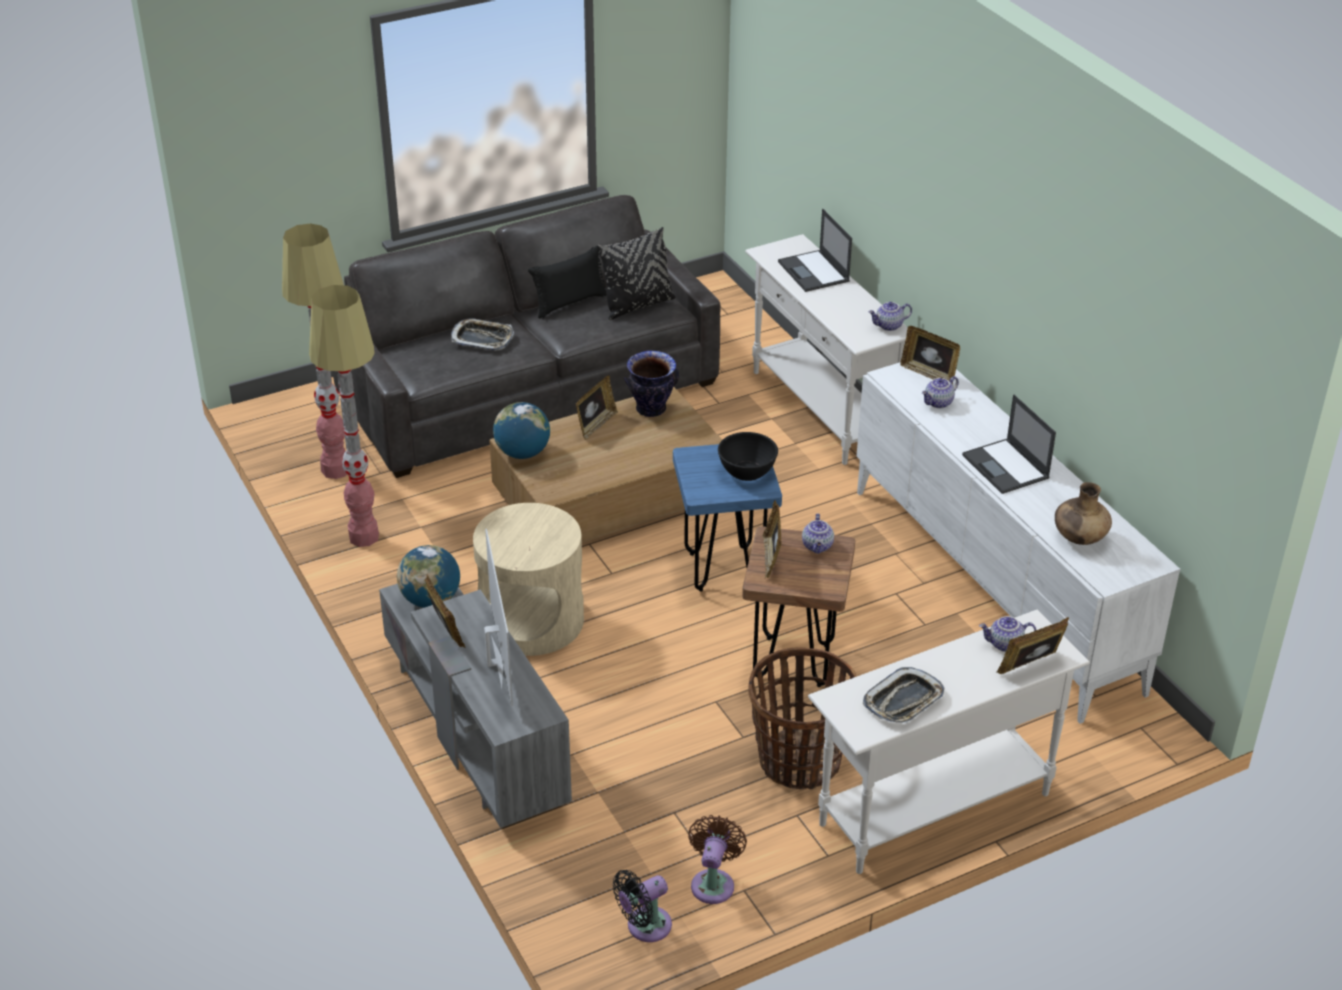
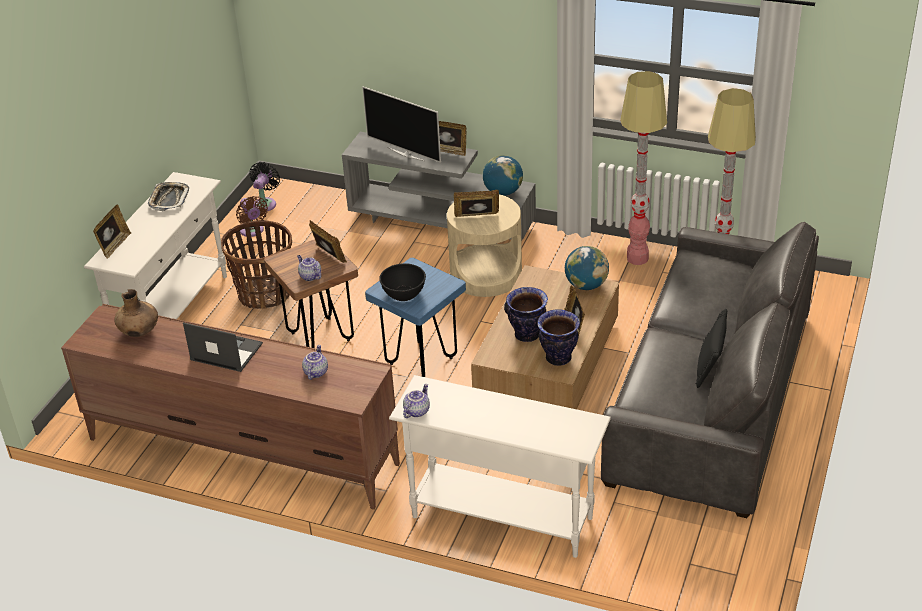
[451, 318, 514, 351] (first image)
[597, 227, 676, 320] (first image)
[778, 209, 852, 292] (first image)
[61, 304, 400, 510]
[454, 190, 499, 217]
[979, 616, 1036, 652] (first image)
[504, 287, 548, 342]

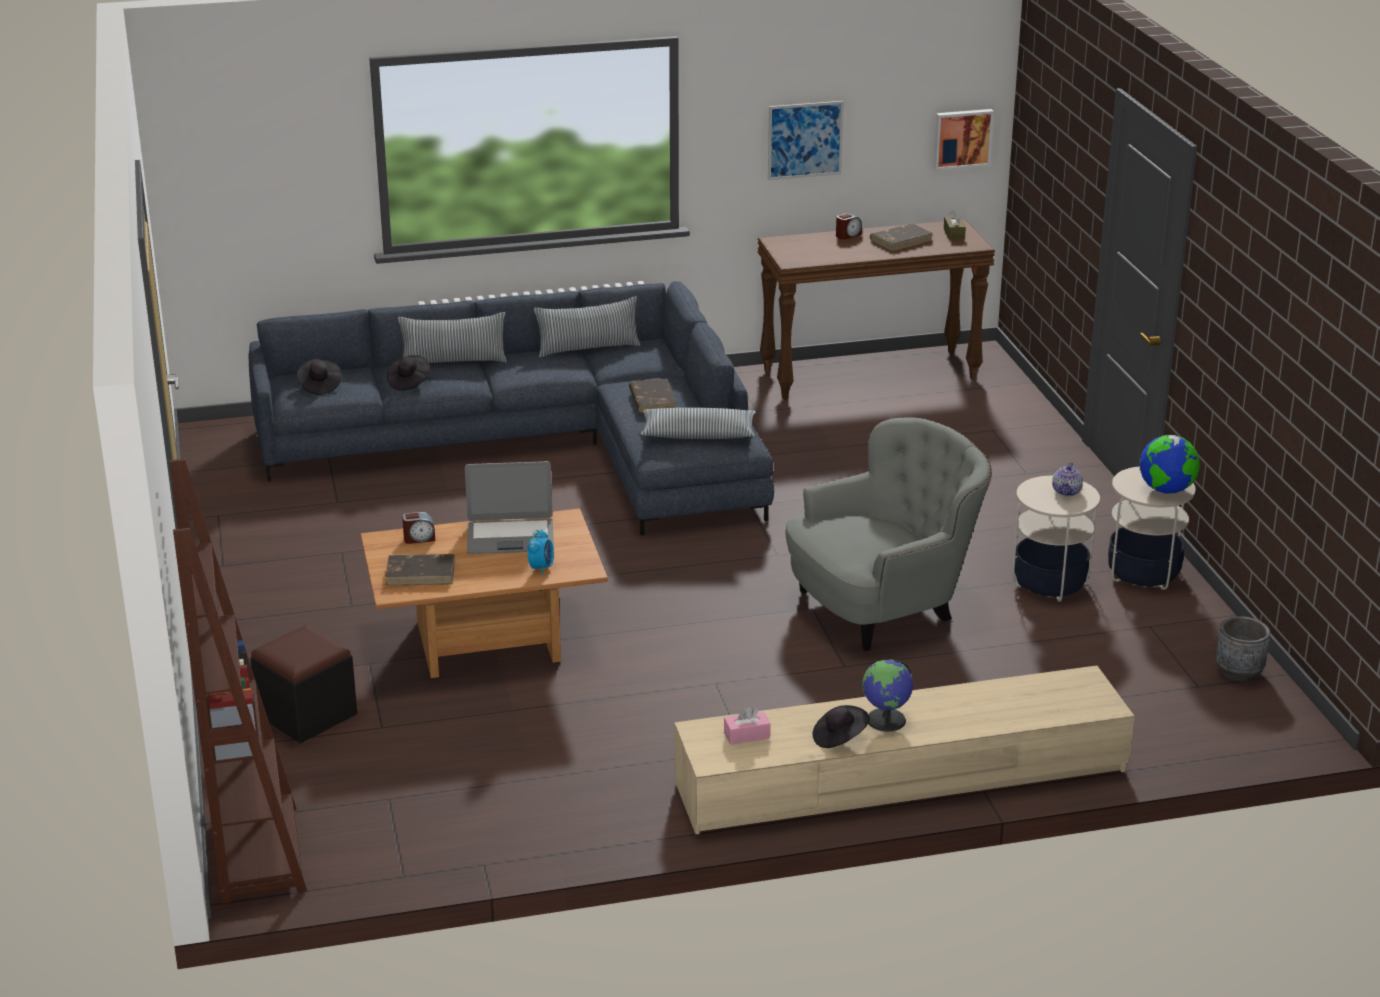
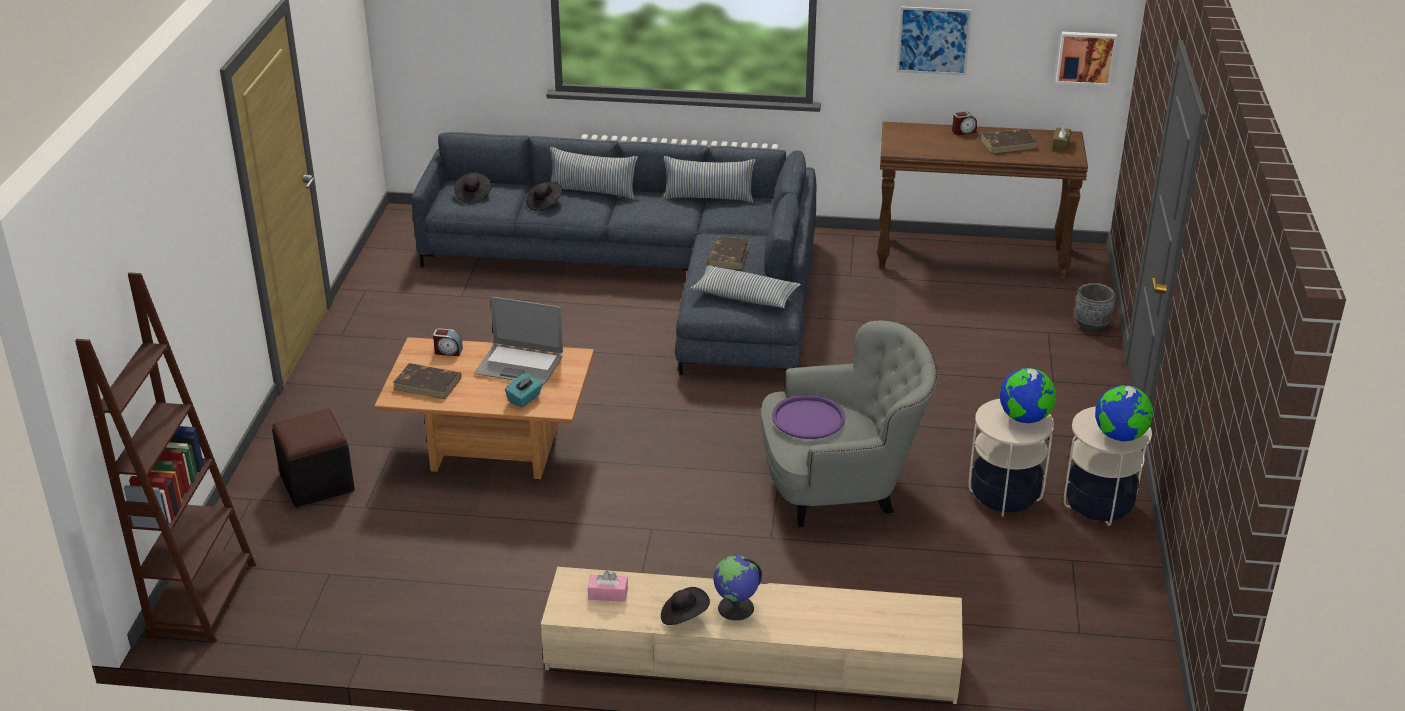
[505, 373, 543, 407]
[1000, 368, 1056, 423]
[1075, 283, 1116, 332]
[772, 395, 845, 439]

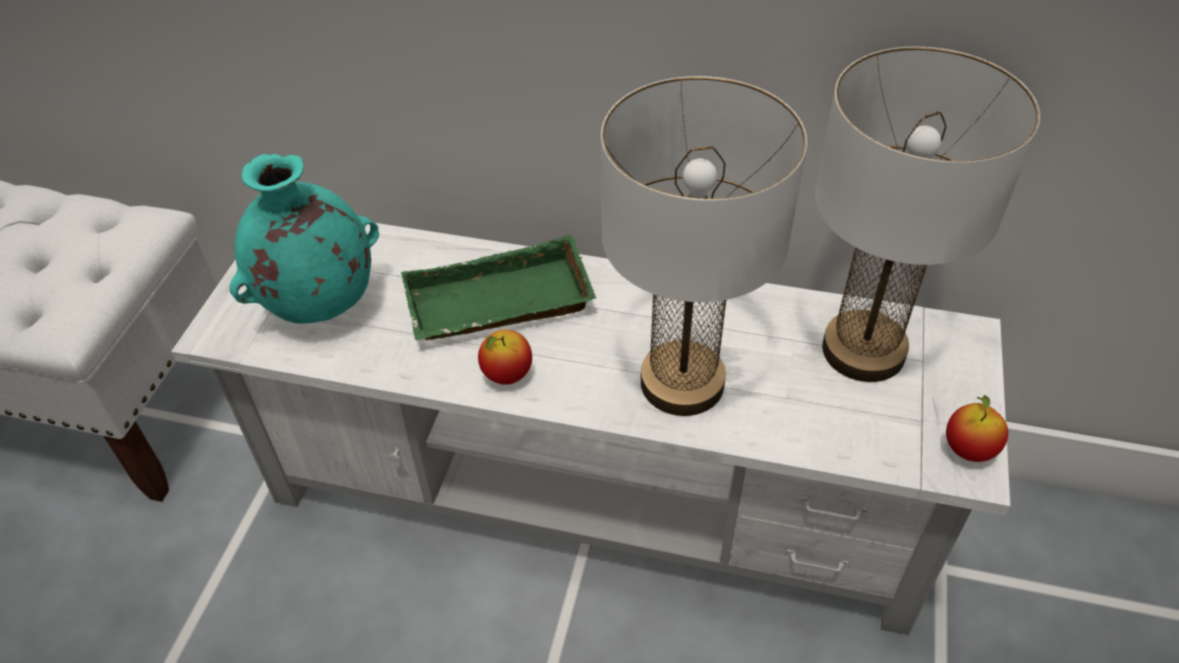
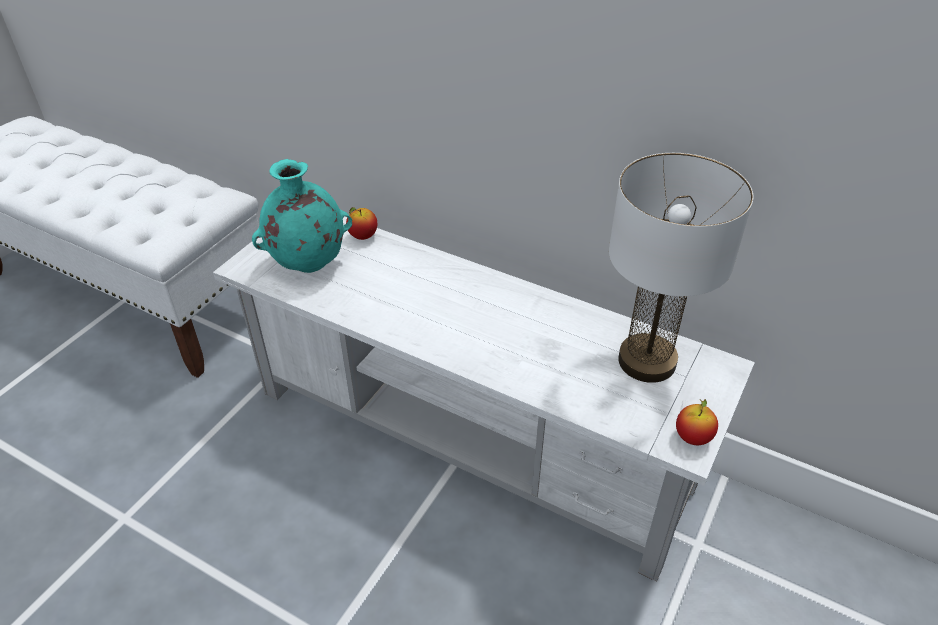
[401, 235, 596, 340] (first image)
[346, 207, 377, 240]
[601, 76, 807, 416] (first image)

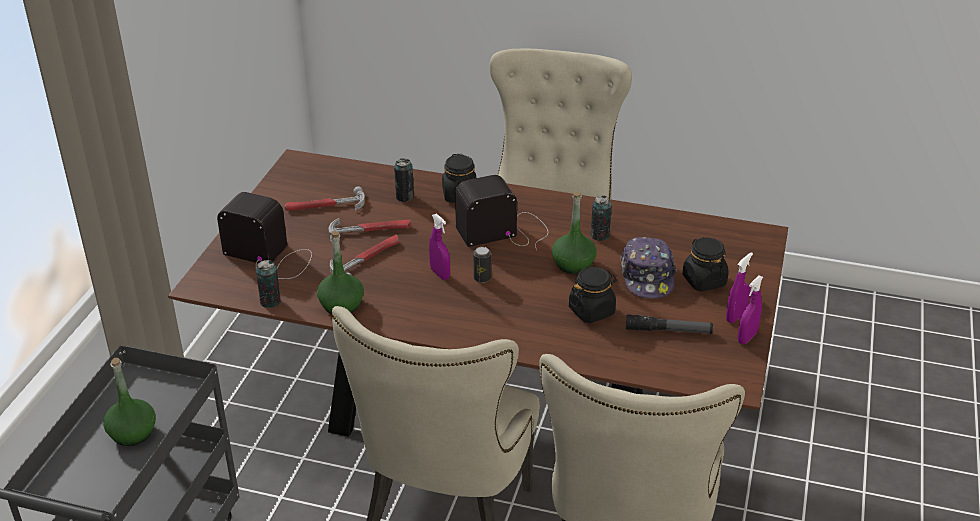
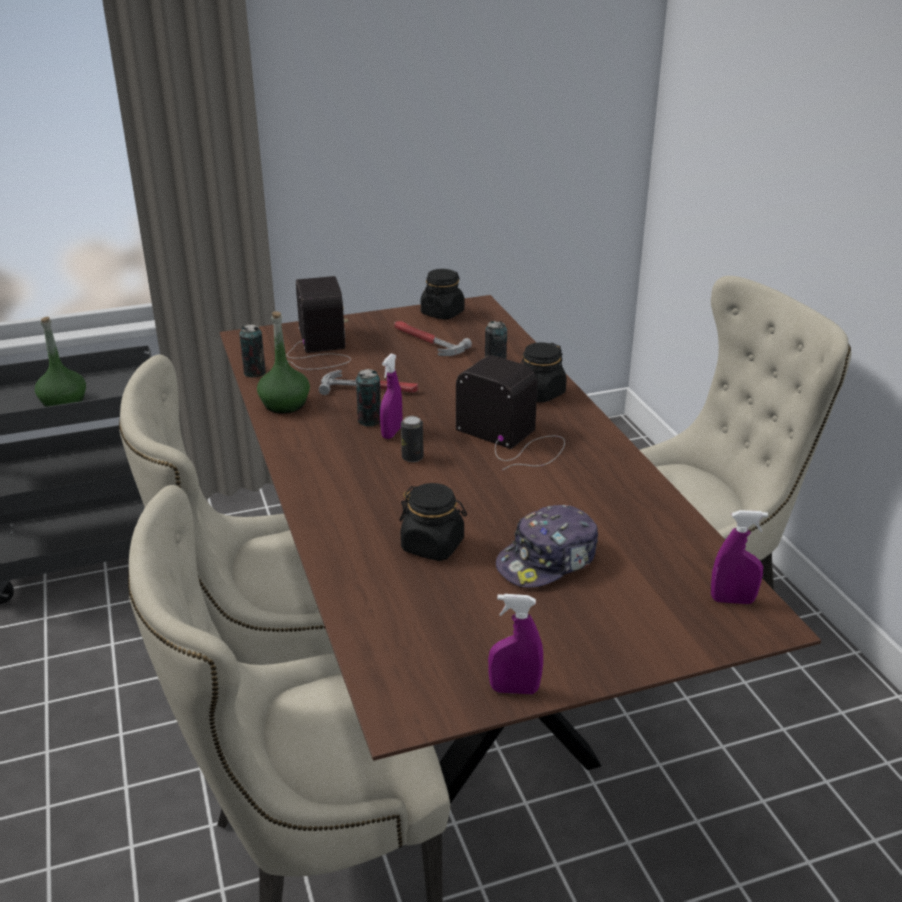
[329, 218, 411, 243] (first image)
[552, 192, 597, 274] (first image)
[355, 369, 381, 426]
[626, 314, 713, 334] (first image)
[421, 269, 465, 320]
[711, 510, 768, 604]

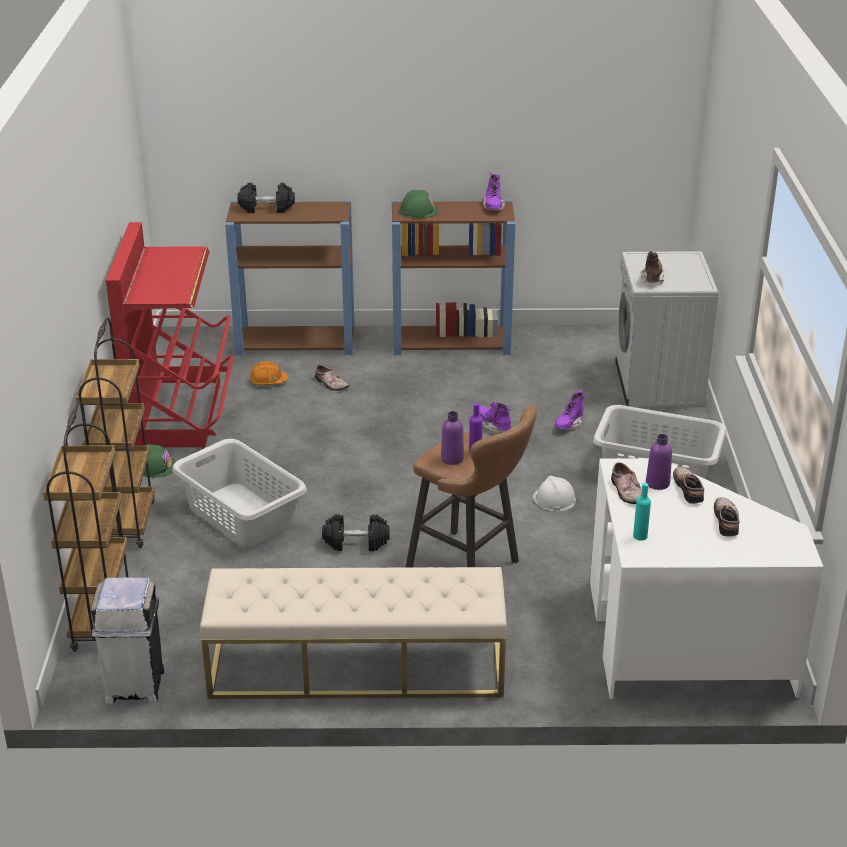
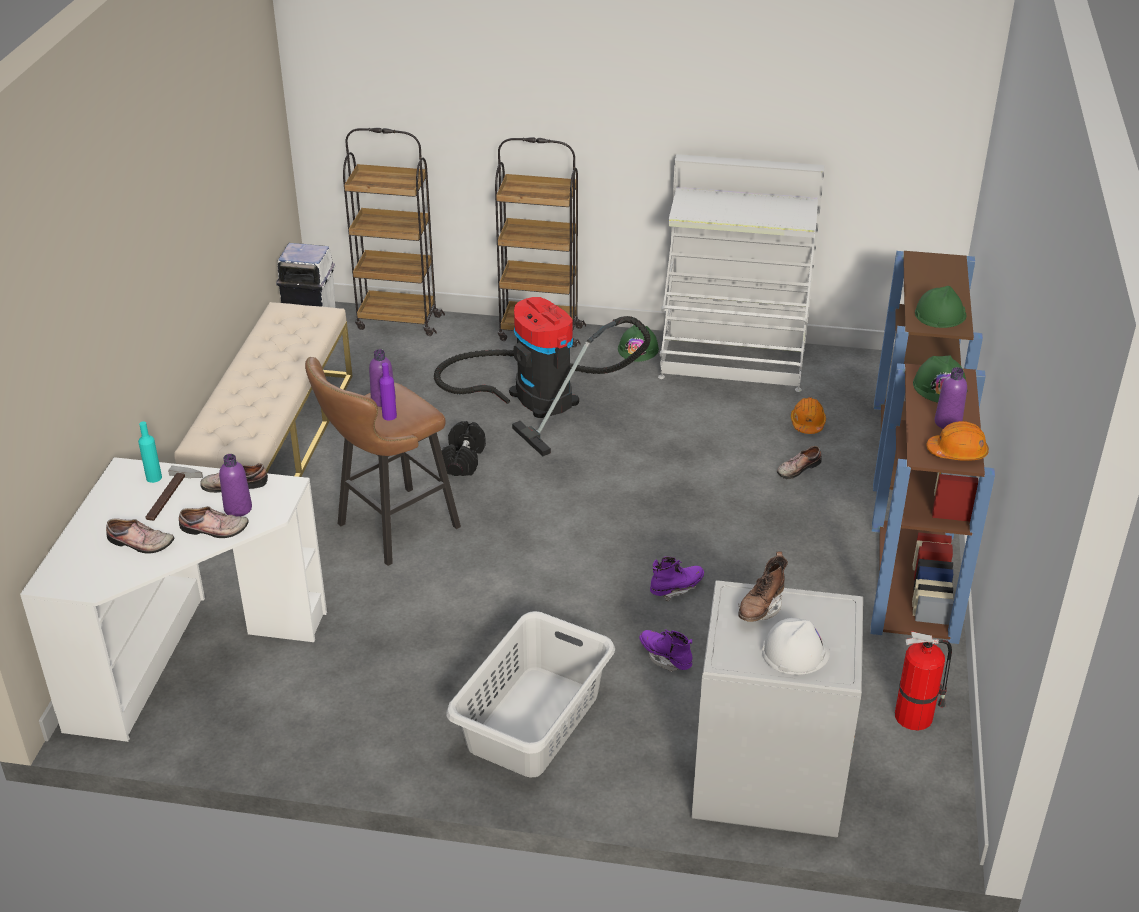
[658, 154, 825, 392]
[434, 297, 651, 456]
[237, 183, 295, 213] (first image)
[926, 421, 989, 461]
[762, 618, 830, 675]
[738, 551, 788, 622]
[145, 466, 203, 521]
[895, 631, 952, 731]
[915, 286, 967, 328]
[935, 367, 967, 429]

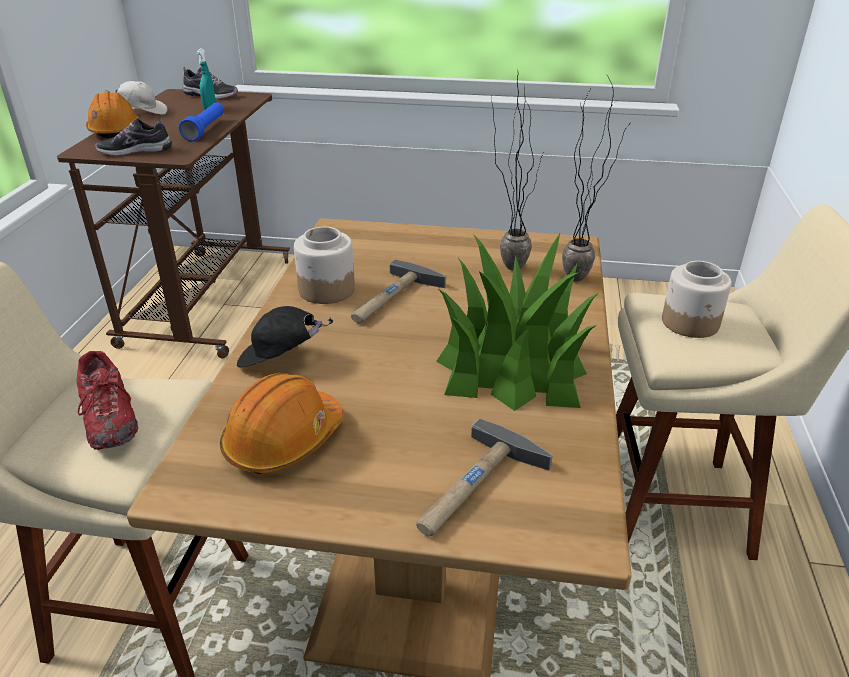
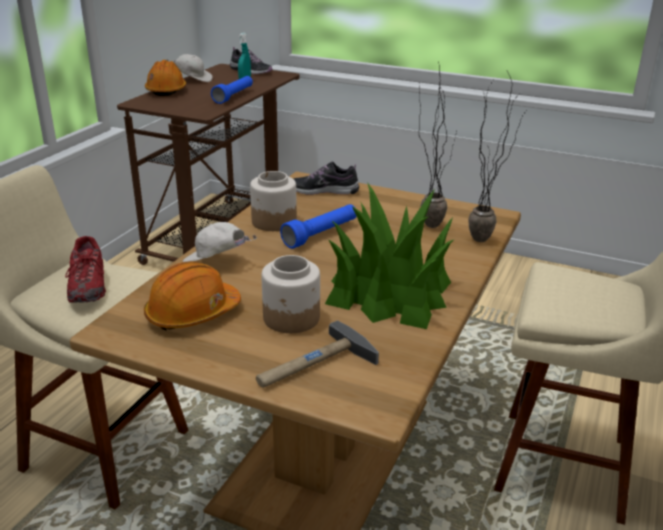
[294, 162, 359, 195]
[183, 222, 257, 262]
[280, 204, 357, 249]
[261, 255, 320, 333]

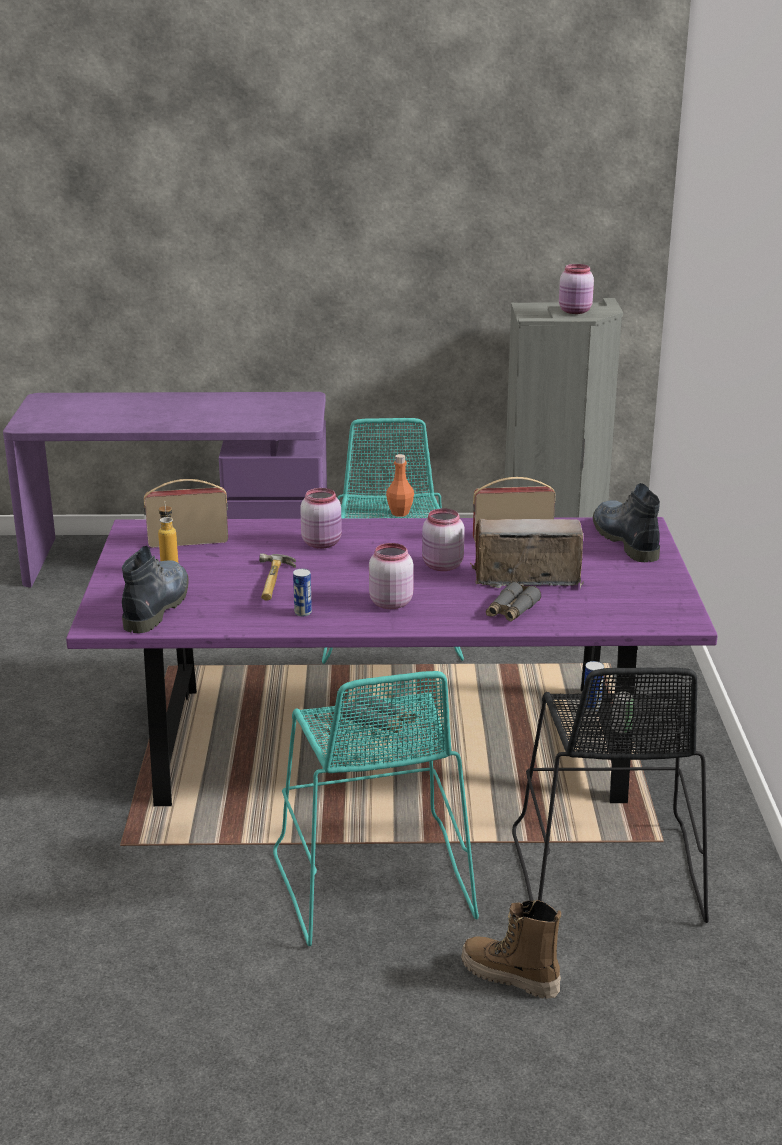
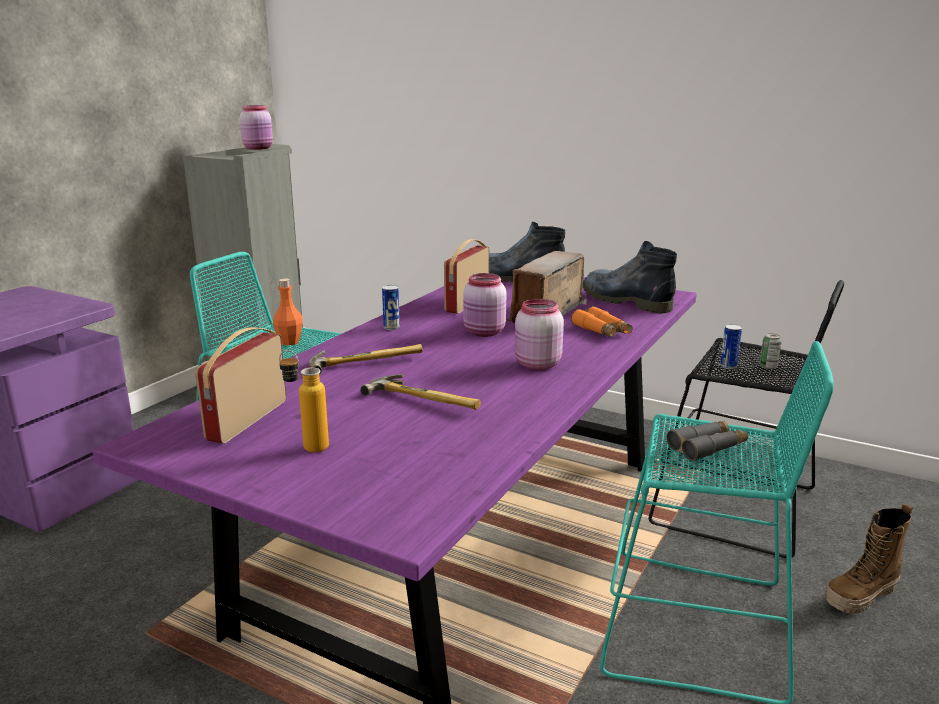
[582, 241, 677, 314]
[382, 285, 400, 330]
[309, 344, 423, 374]
[571, 306, 633, 337]

